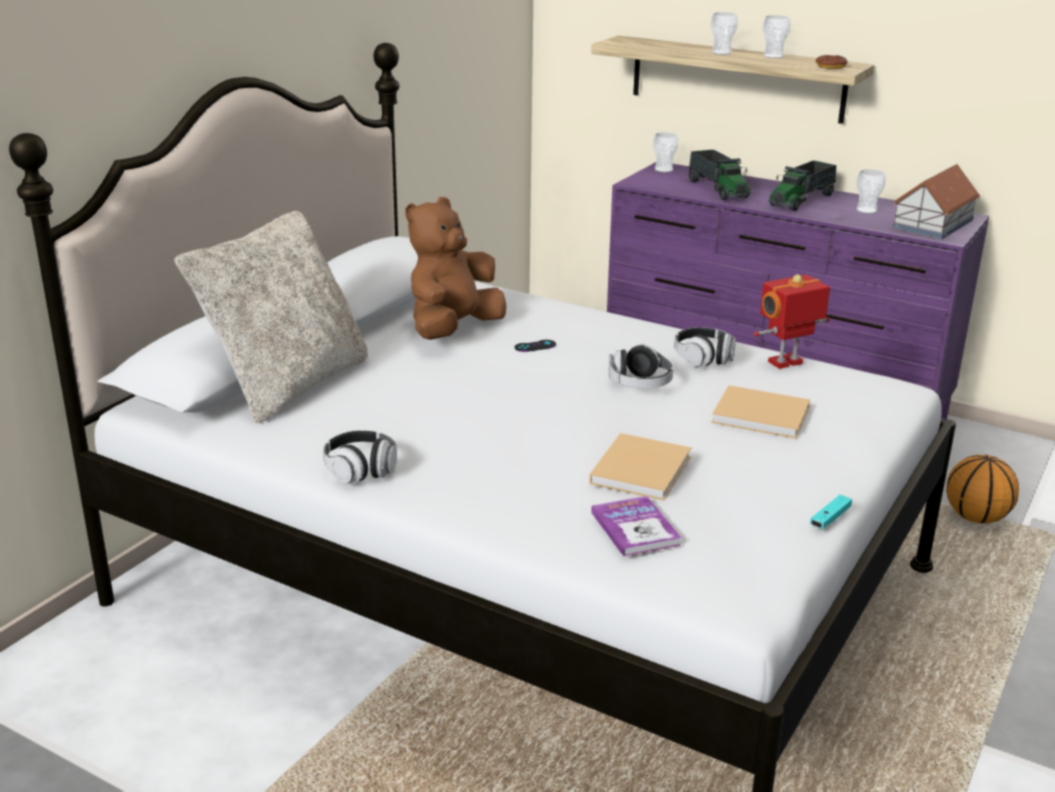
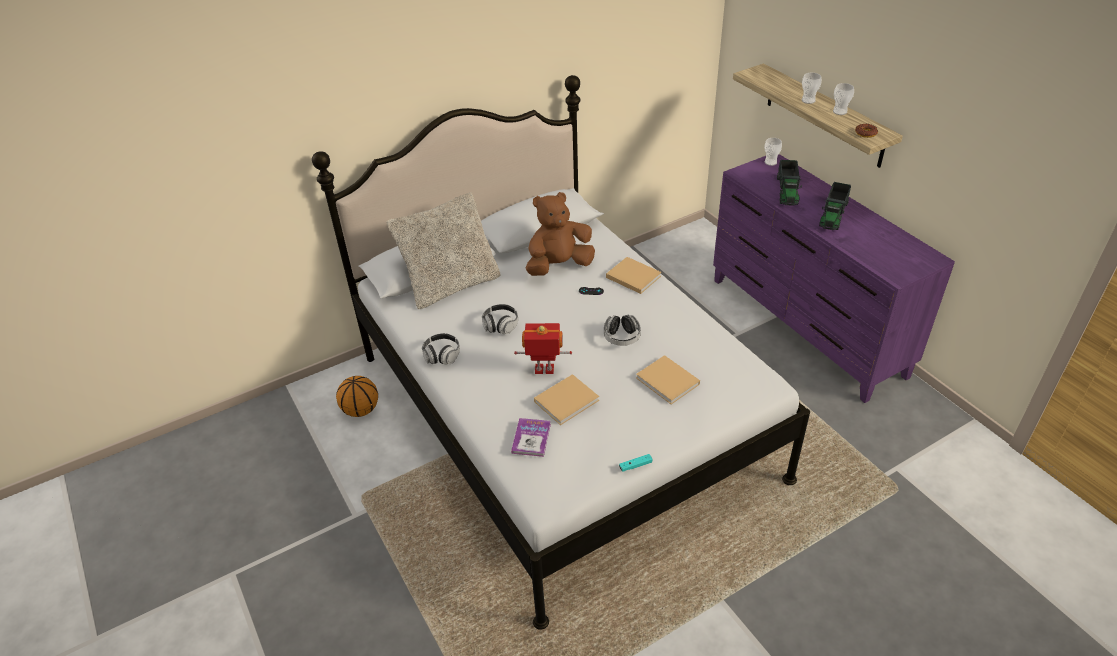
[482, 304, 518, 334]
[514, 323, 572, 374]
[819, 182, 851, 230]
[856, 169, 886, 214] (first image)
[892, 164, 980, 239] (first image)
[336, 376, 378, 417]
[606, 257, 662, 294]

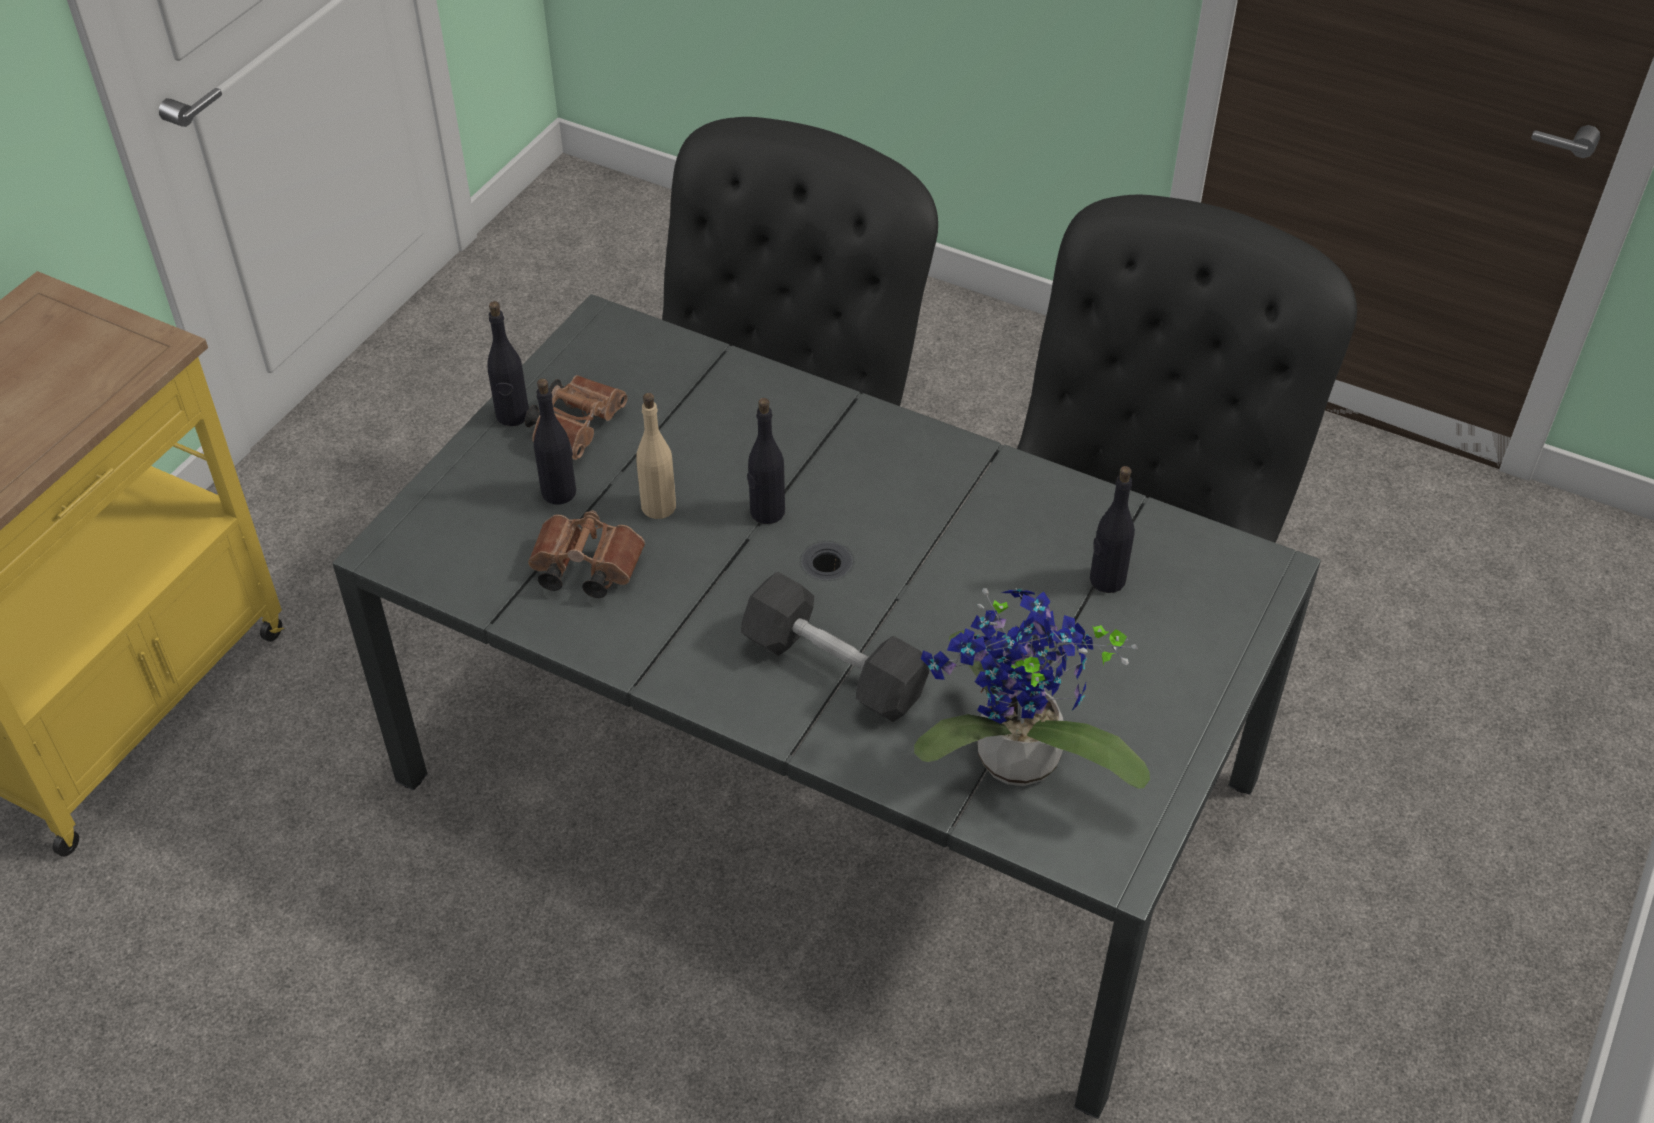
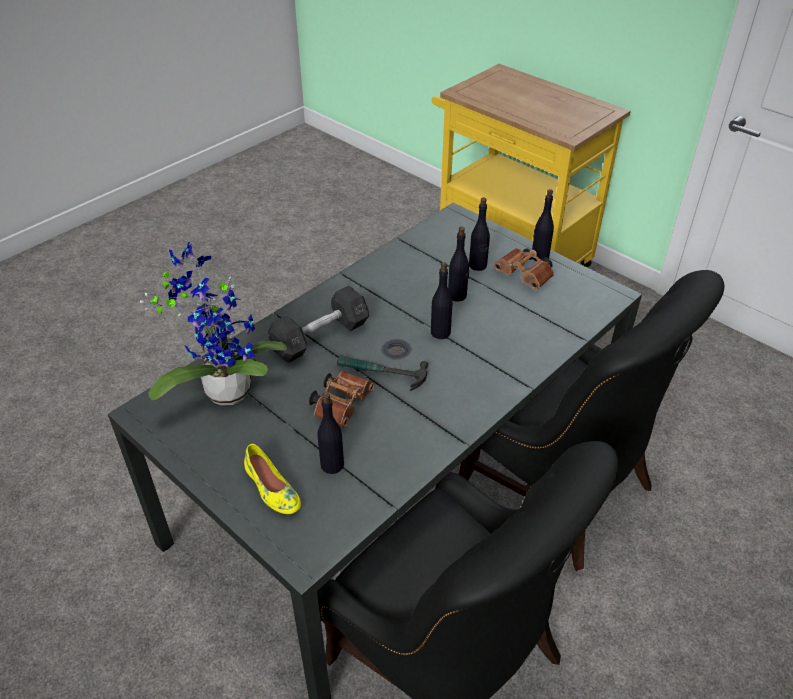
[309, 371, 375, 428]
[448, 226, 469, 302]
[244, 444, 301, 514]
[337, 354, 428, 391]

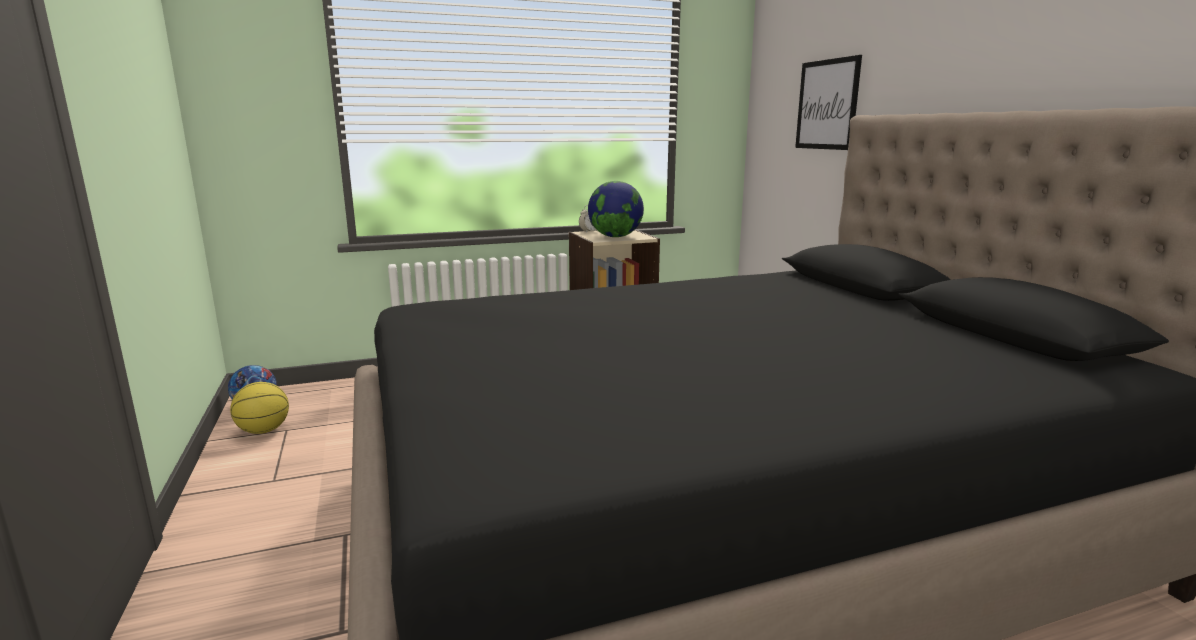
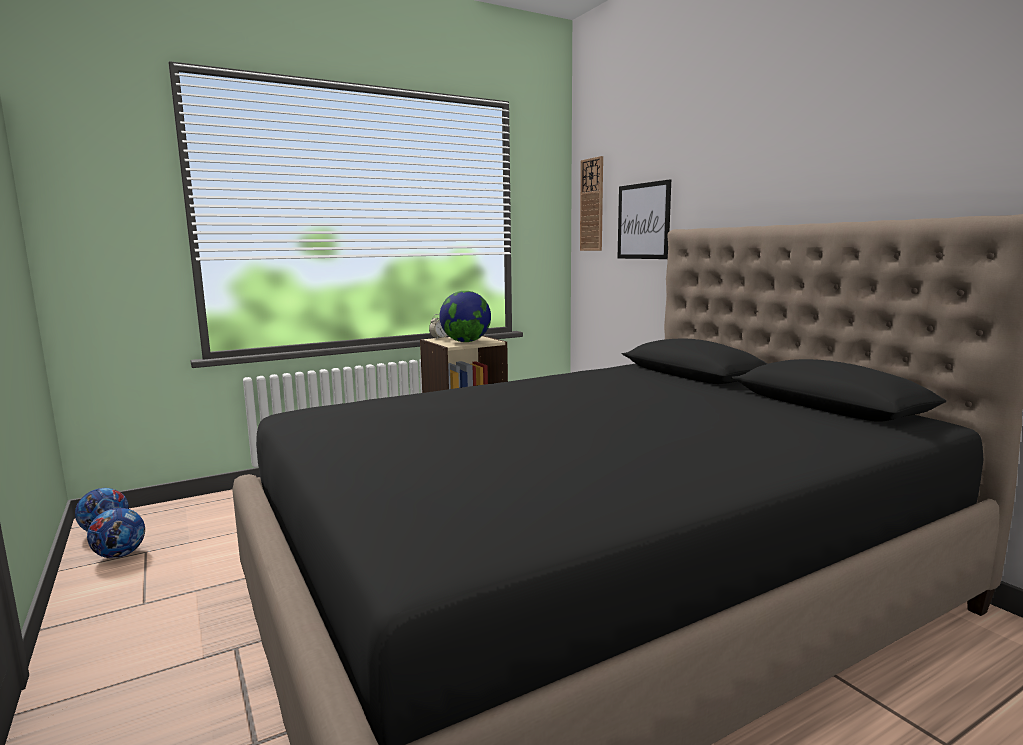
[87, 508, 145, 558]
[580, 156, 603, 251]

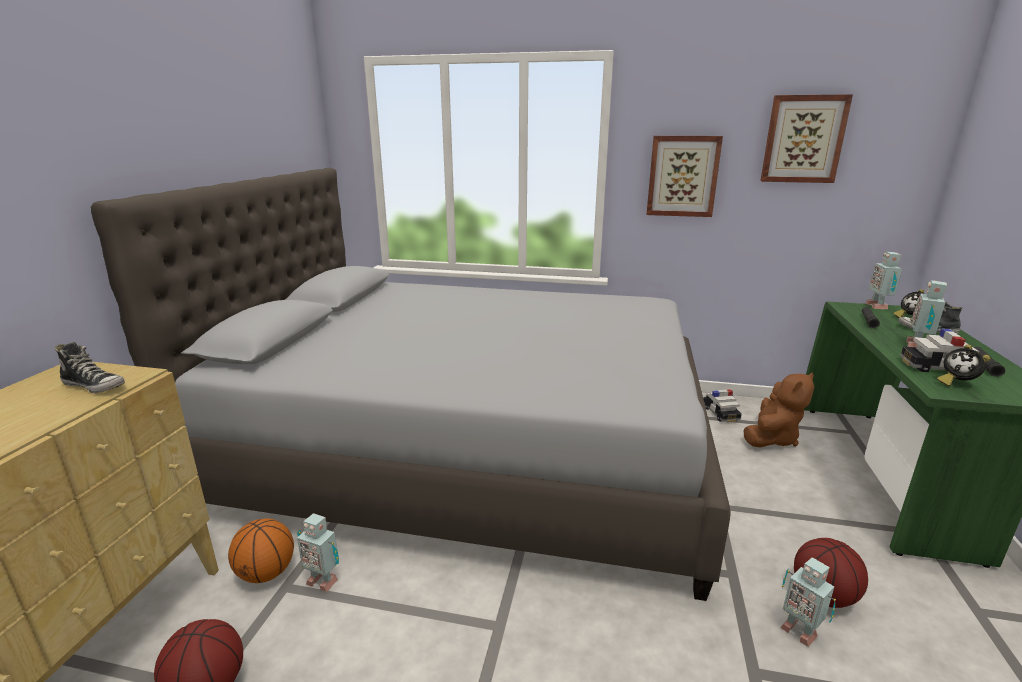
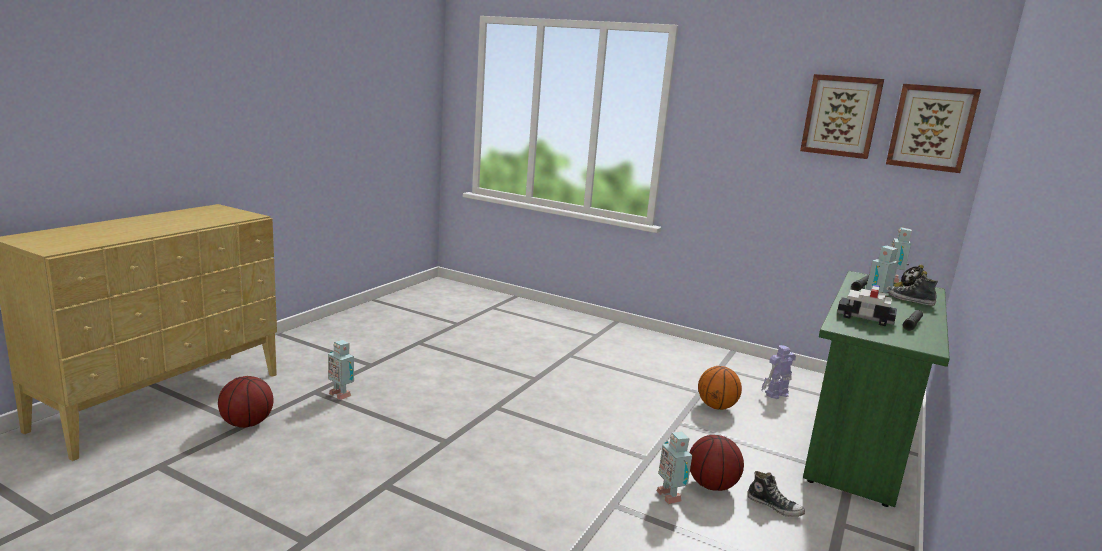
[747, 471, 805, 517]
[91, 168, 731, 601] (first image)
[698, 366, 742, 410]
[886, 84, 981, 173]
[703, 389, 742, 423] (first image)
[761, 345, 796, 399]
[937, 344, 990, 387] (first image)

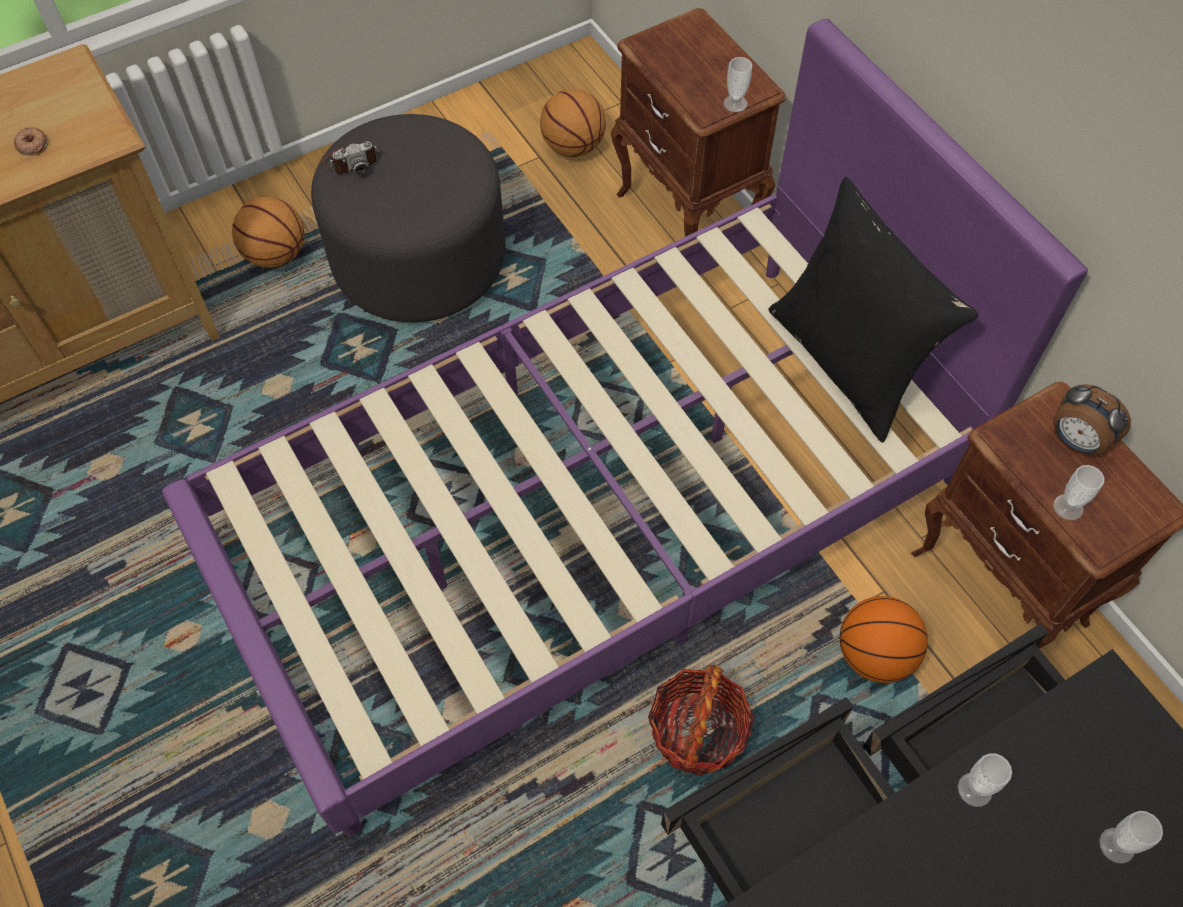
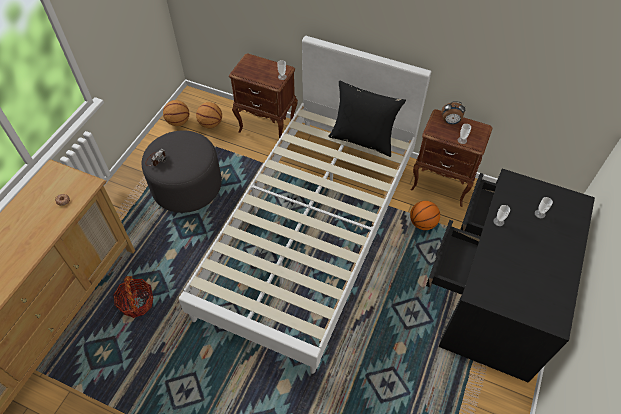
[179, 36, 431, 374]
[163, 100, 189, 126]
[113, 276, 153, 318]

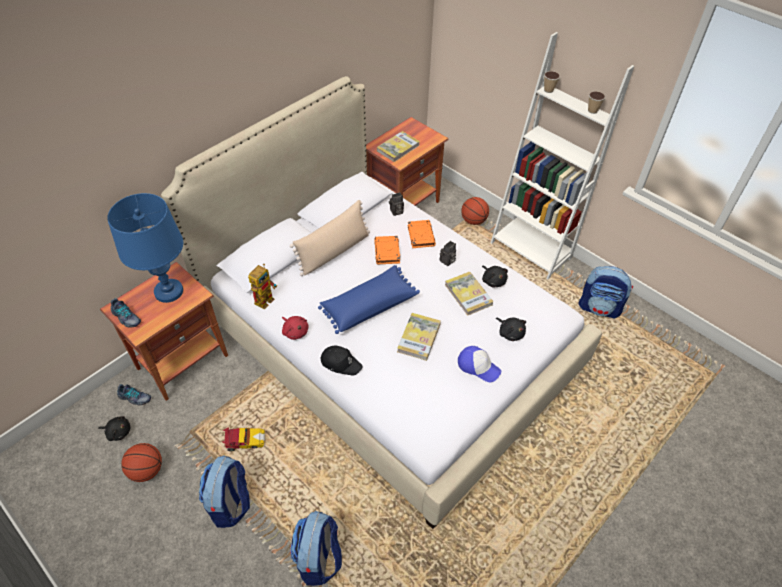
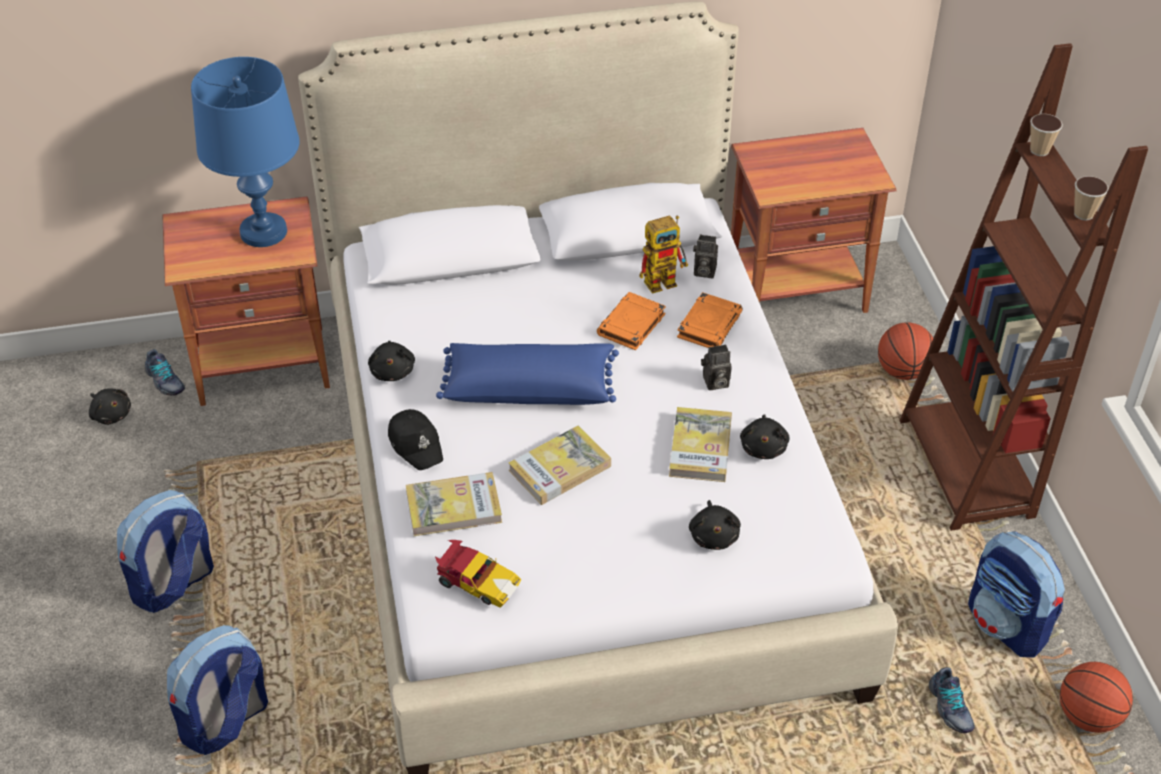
[929, 667, 975, 733]
[1060, 662, 1133, 733]
[435, 540, 521, 608]
[639, 215, 688, 294]
[368, 341, 415, 381]
[290, 200, 370, 276] (first image)
[406, 472, 502, 536]
[458, 346, 501, 382] (first image)
[900, 43, 1148, 531]

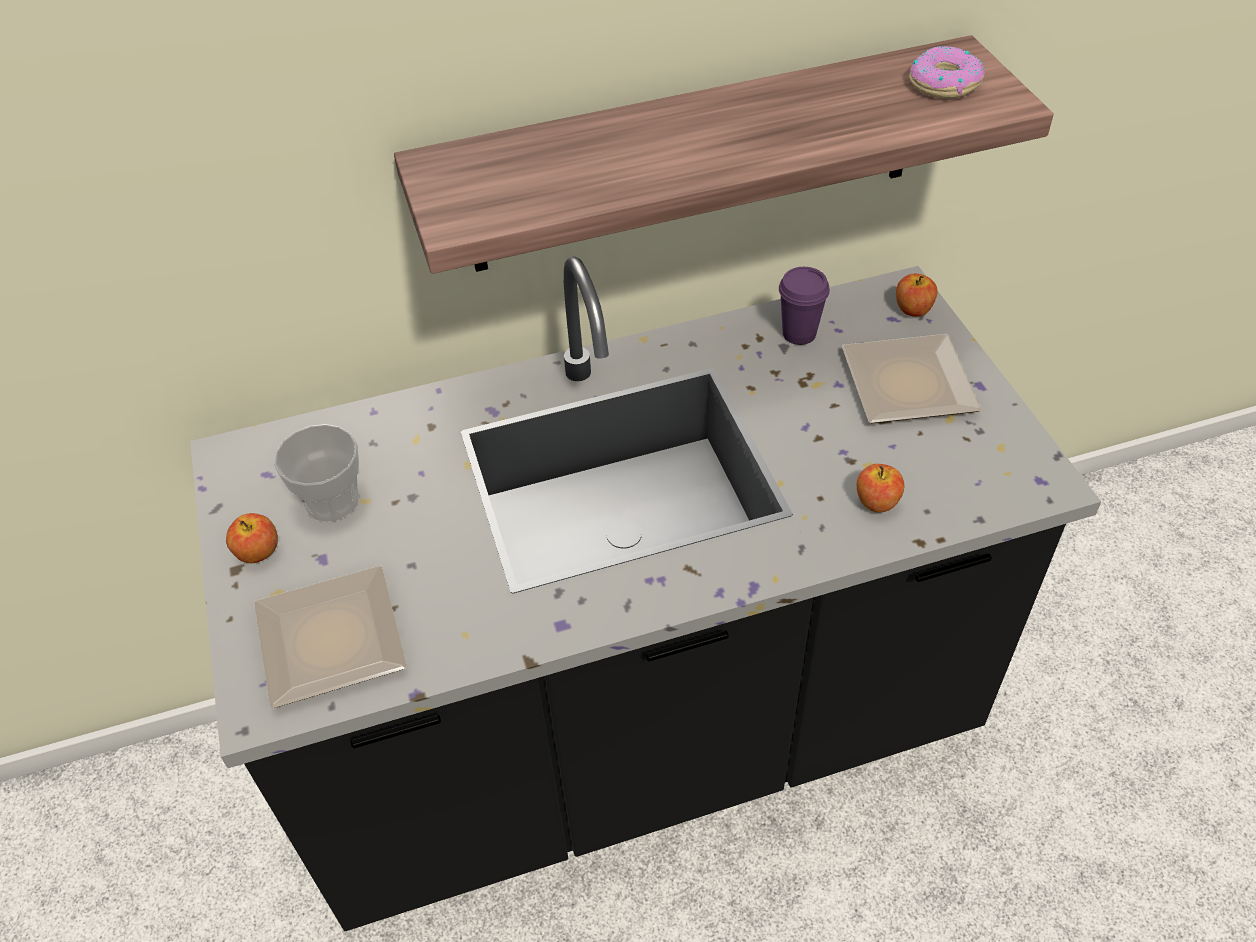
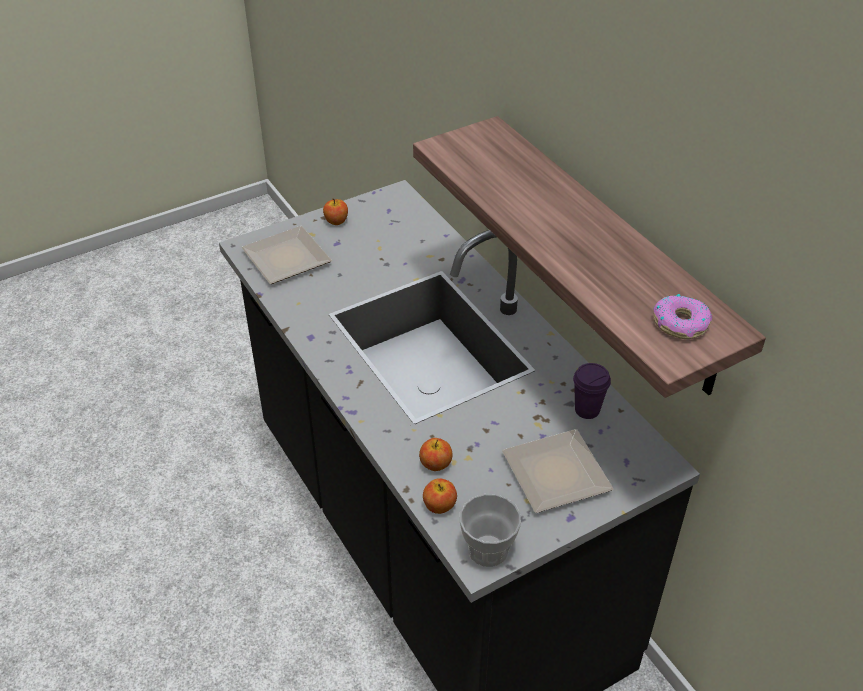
[460, 494, 521, 567]
[423, 478, 457, 514]

